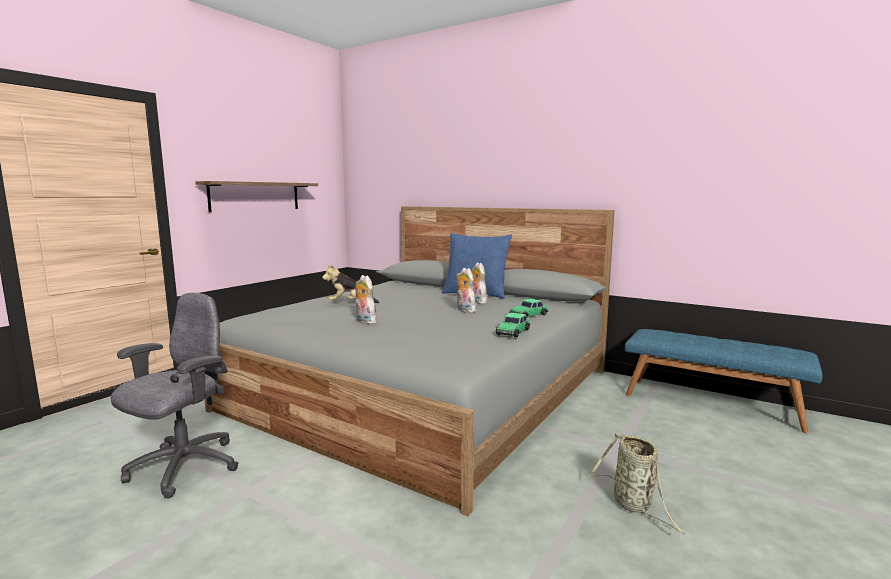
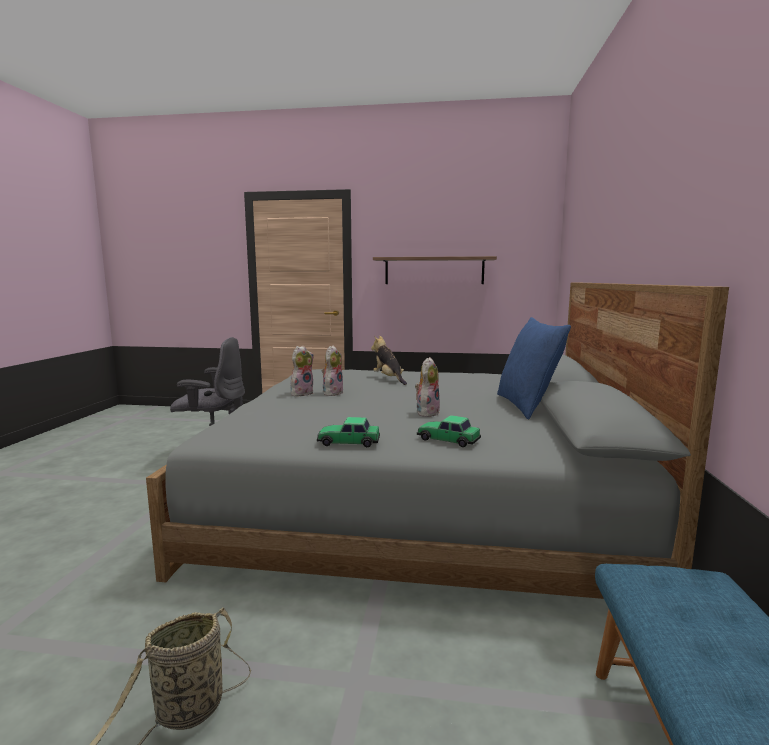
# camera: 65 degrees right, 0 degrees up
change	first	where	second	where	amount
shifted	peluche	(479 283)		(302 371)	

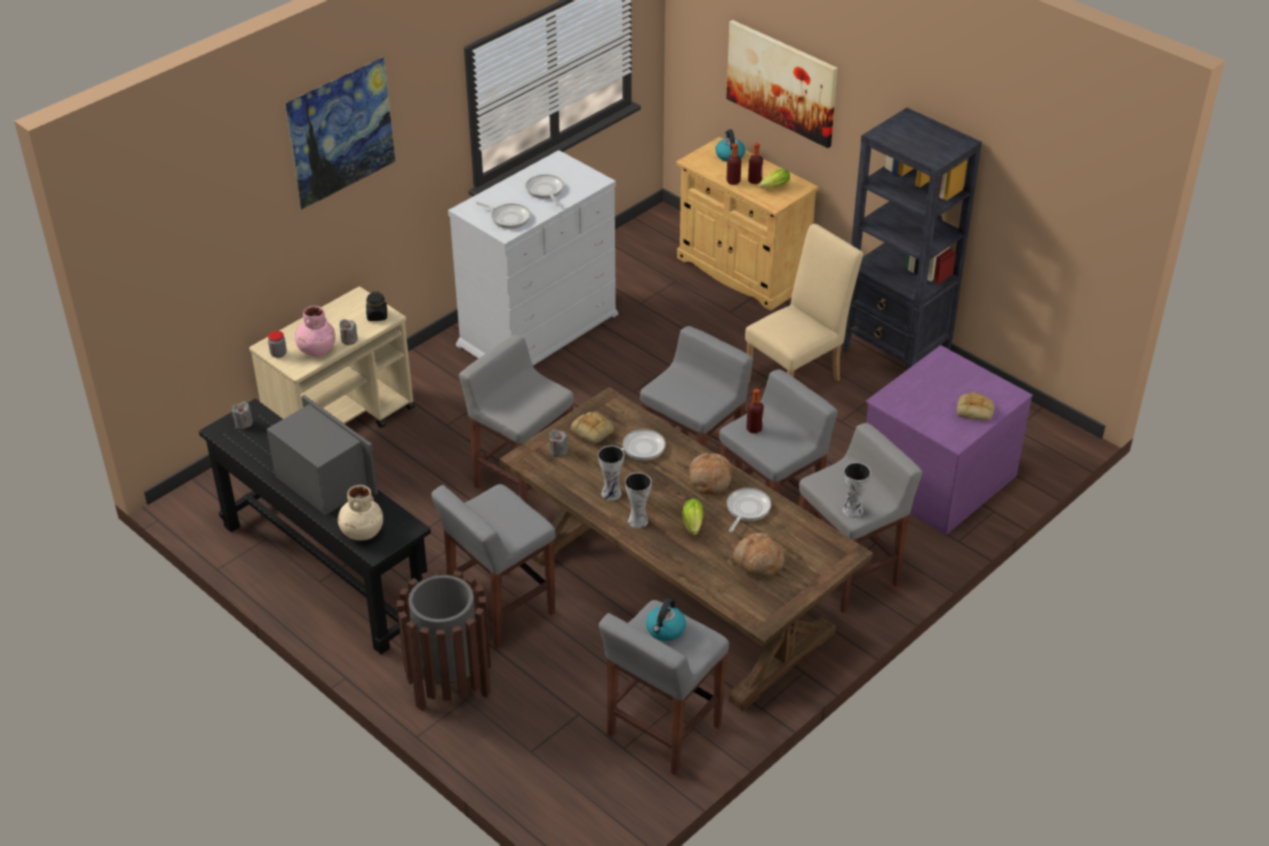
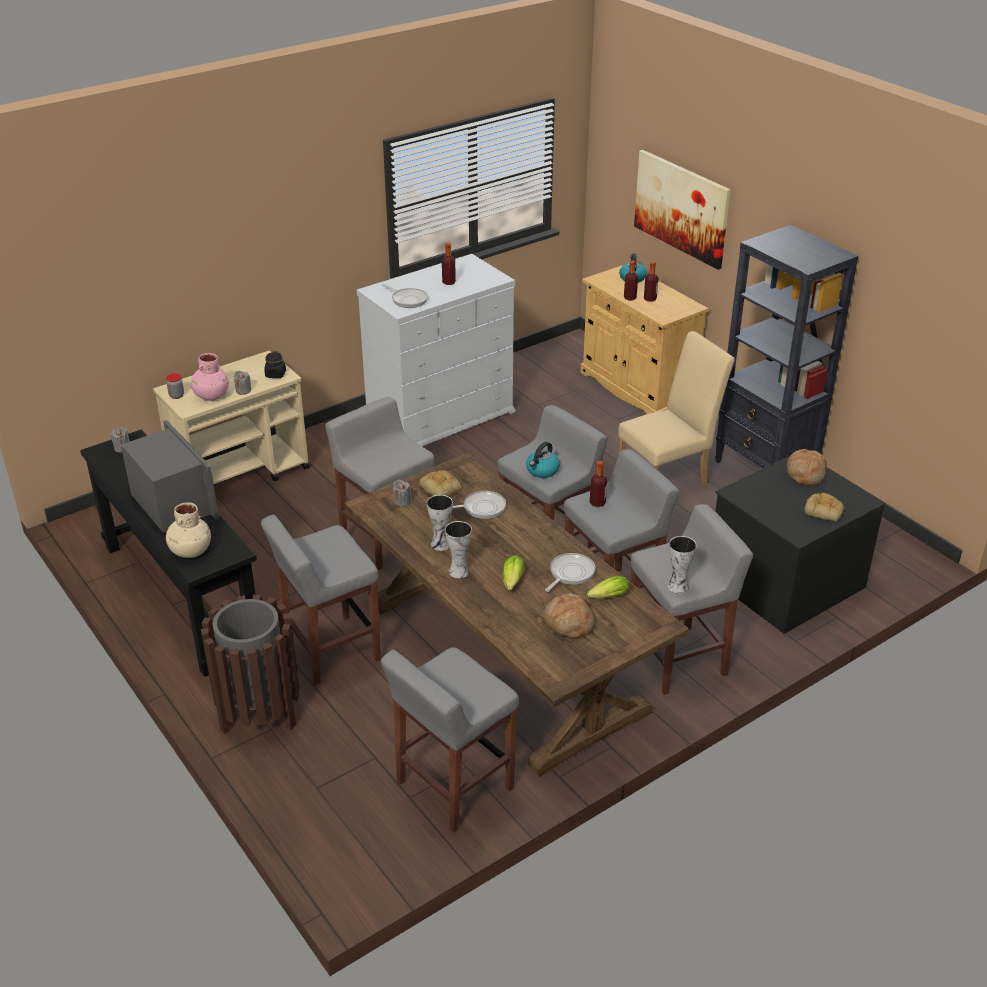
# camera: 10 degrees right, 5 degrees down
change	first	where	second	where	amount
swapped	poêle	(545 190)	bouteille	(449 264)	
shifted	bouilloire	(666 619)		(543 460)	
shifted	laitue	(774 178)		(608 587)	
repainted	commode/violet	(949 440)	commode/noir	(800 545)	
shifted	pain	(710 474)		(807 467)	
gone	tableau	(340 133)			

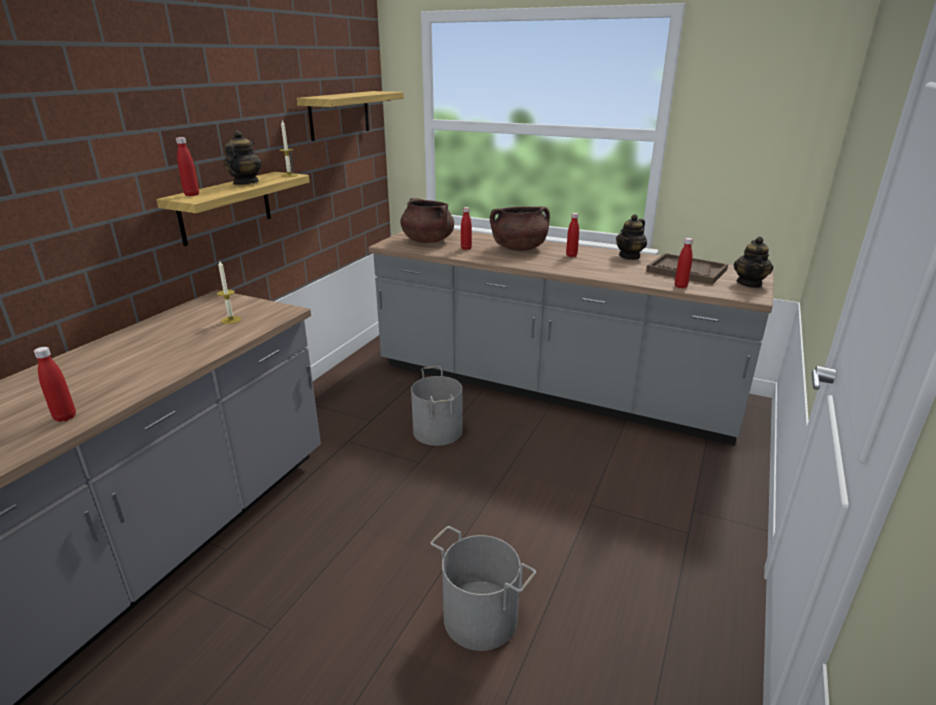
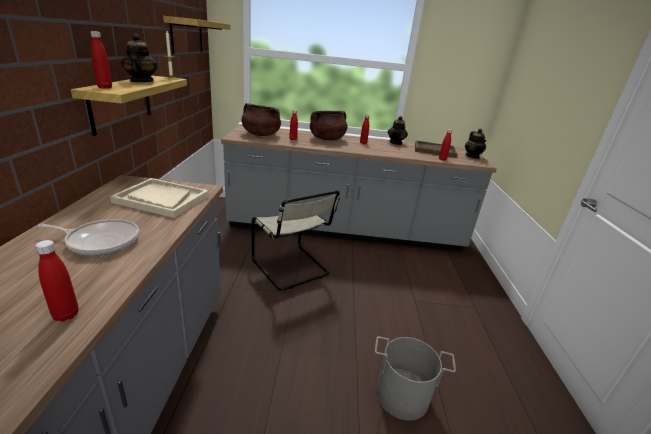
# camera: 25 degrees left, 0 degrees up
change	first	where	second	where	amount
new			poêle	(88 237)	
swapped	bougie	(229 292)	plateau/beige	(159 198)	
swapped	seau/gris	(437 406)	chaise/beige	(296 240)	

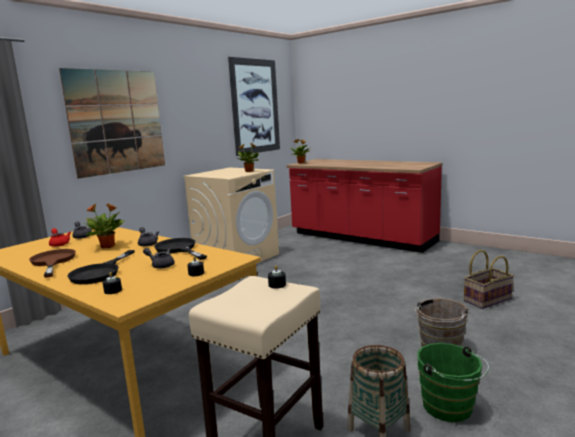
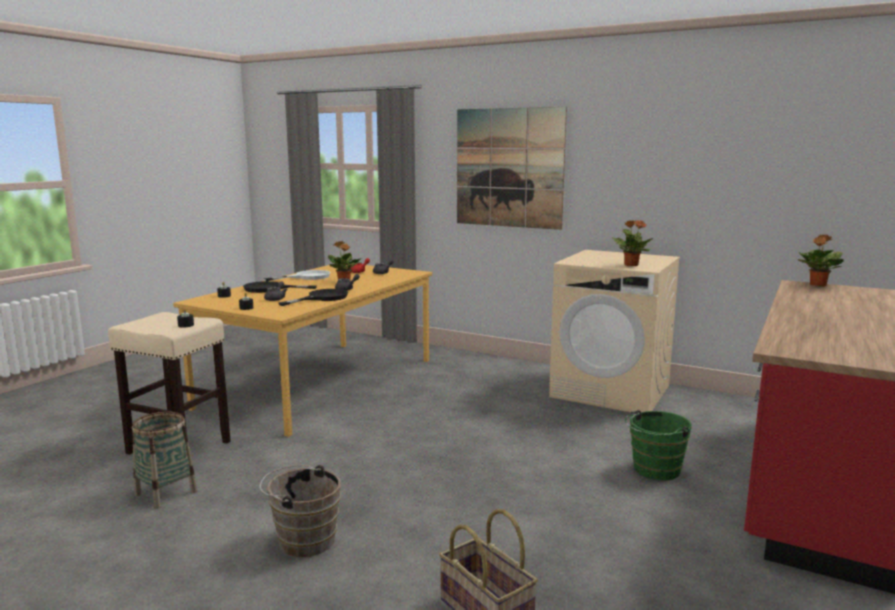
# camera: 80 degrees right, 0 degrees up
change	first	where	second	where	amount
repainted	poêle/marron	(52 263)	poêle/blanc	(297 275)	
shifted	seau/vert	(453 382)		(658 445)	
gone	tableau	(254 106)			

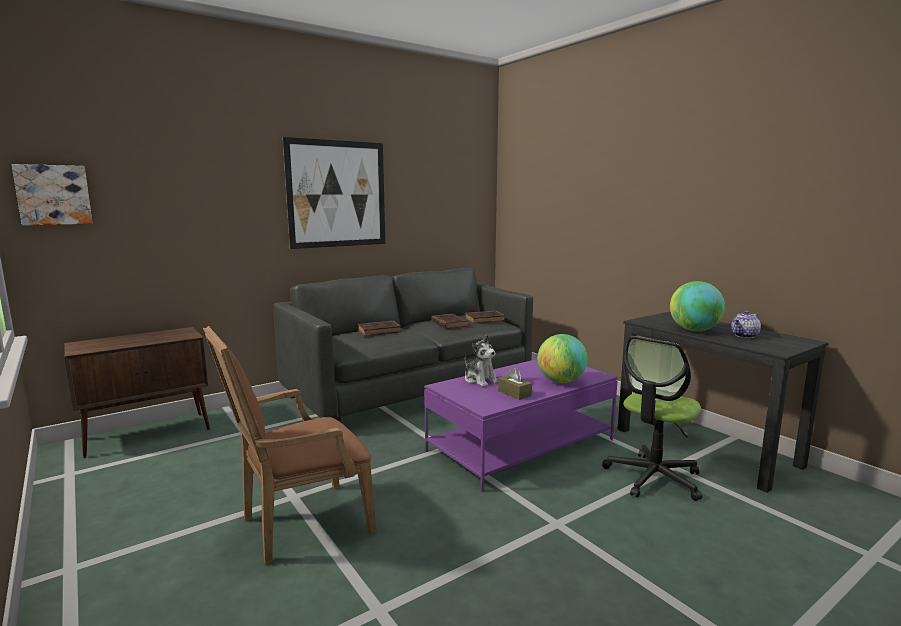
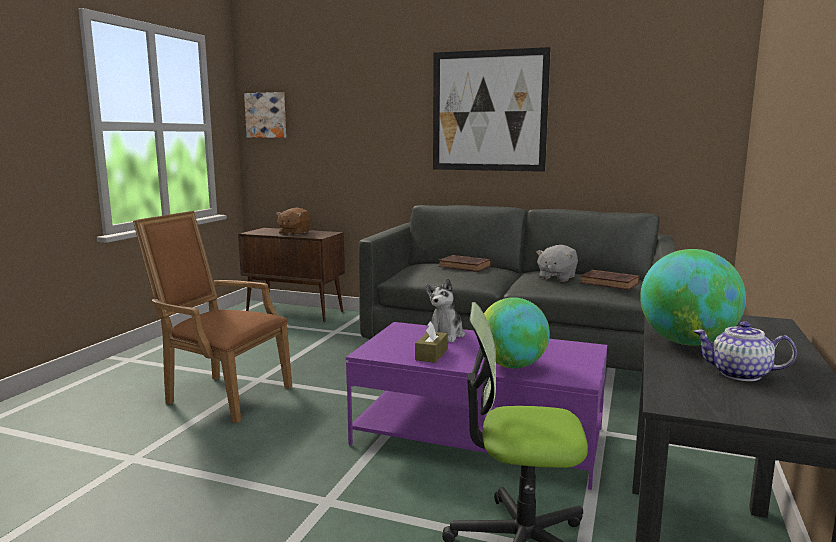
# camera: 55 degrees right, 0 degrees up
change	first	where	second	where	amount
new			peluche/marron	(293 221)	
swapped	livre/marron	(449 321)	peluche/gris	(557 263)	

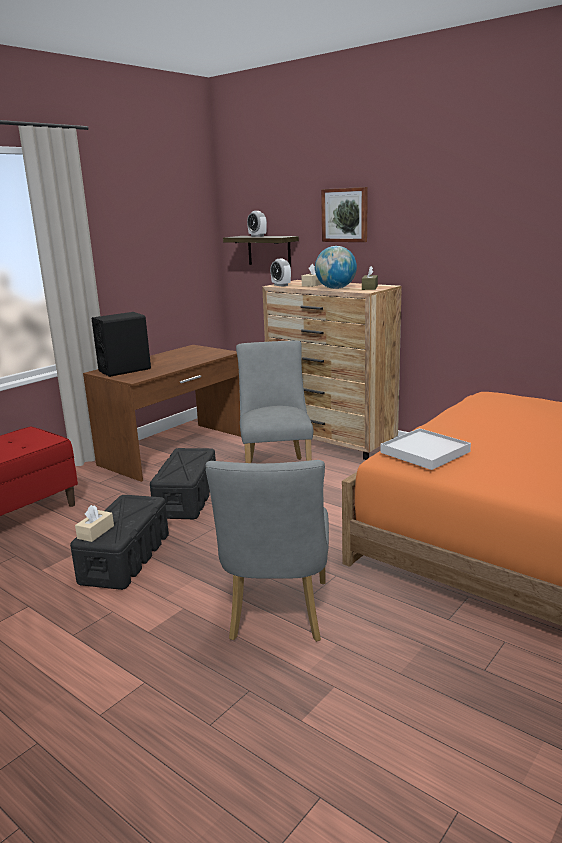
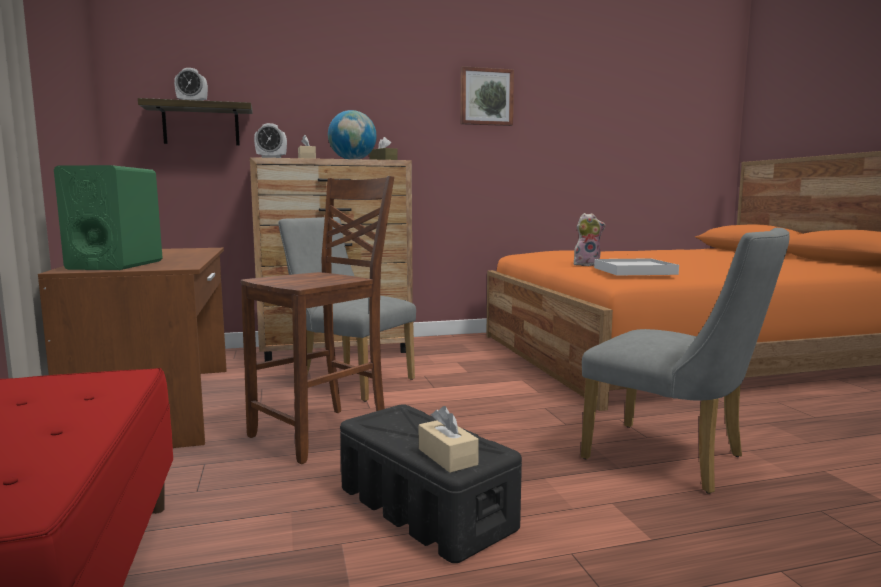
# camera: 55 degrees left, 10 degrees down
change	first	where	second	where	amount
repainted	enceinte/noir	(121 344)	enceinte/vert	(108 217)	
swapped	boîte de rangement/noir	(183 483)	chaise/marron	(317 320)	
shifted	tableau	(344 214)		(487 96)	
new			peluche	(590 239)	

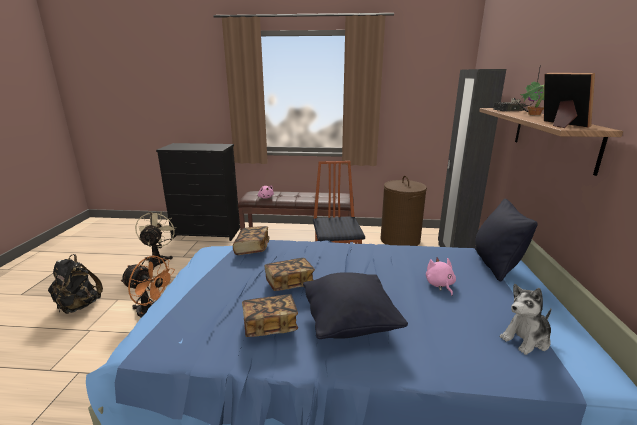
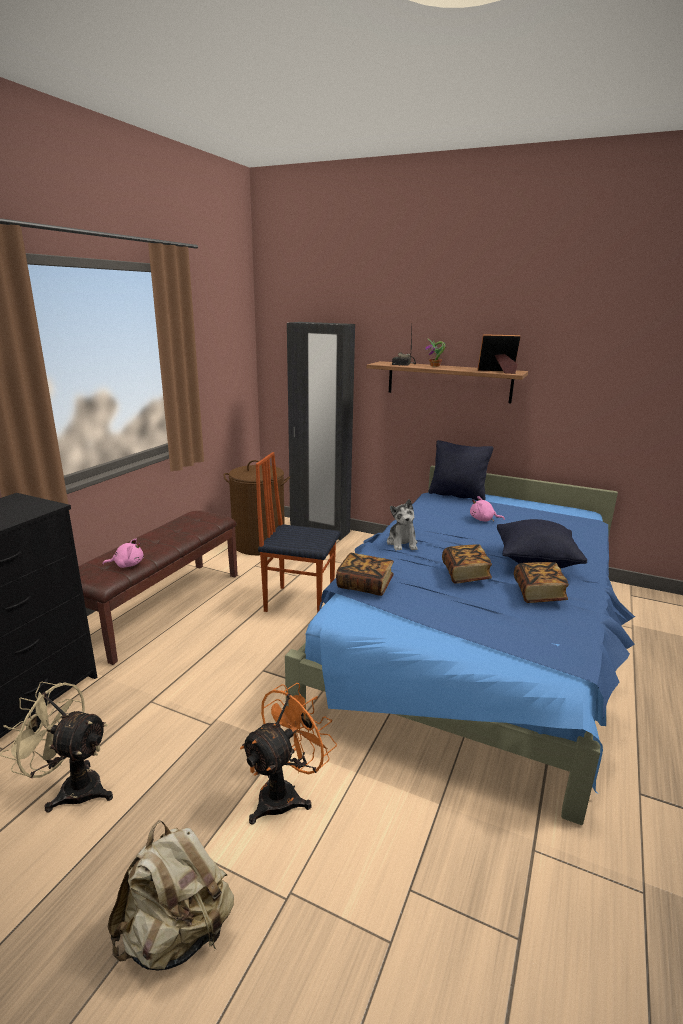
# camera: 70 degrees left, 0 degrees up
change	first	where	second	where	amount
repainted	sac à dos/noir	(75 284)	sac à dos/beige	(171 895)	
shifted	peluche	(525 319)		(402 525)	

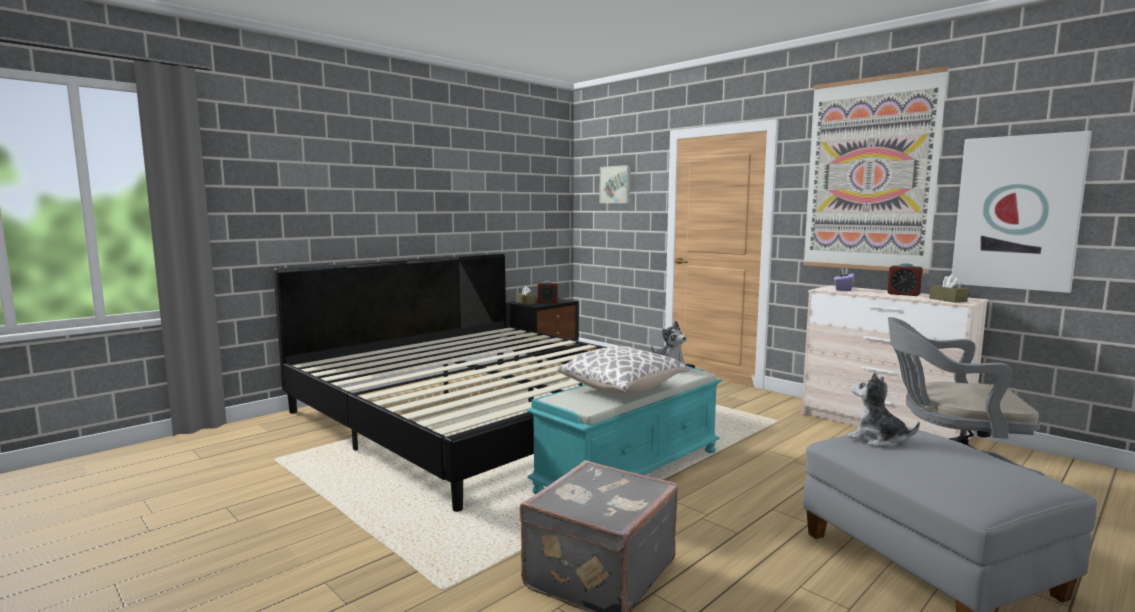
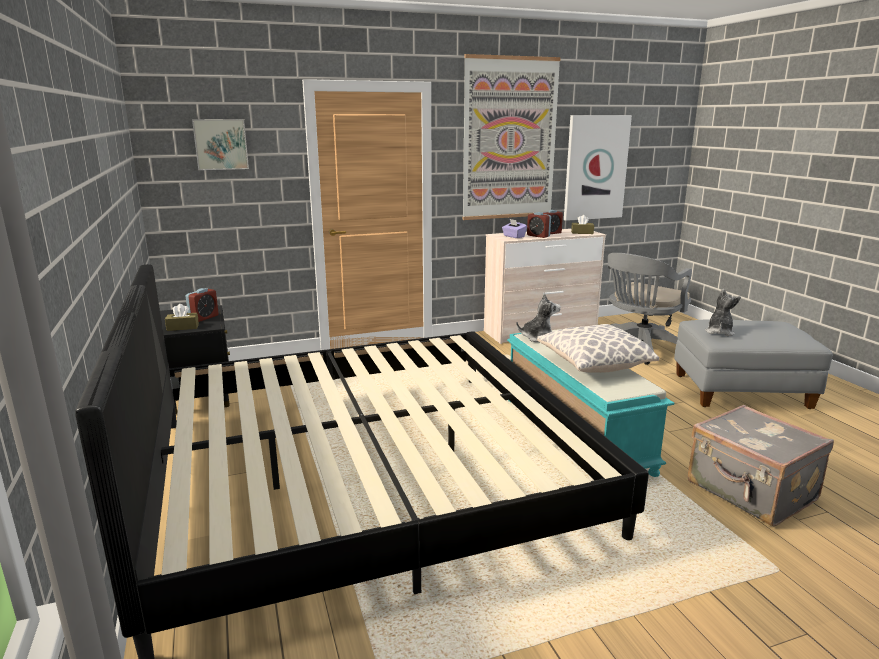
# camera: 65 degrees left, 10 degrees up
change	first	where	second	where	amount
new			réveil	(539 225)	
rotated	peluche	(883 410)		(723 312)	135 degrees clockwise

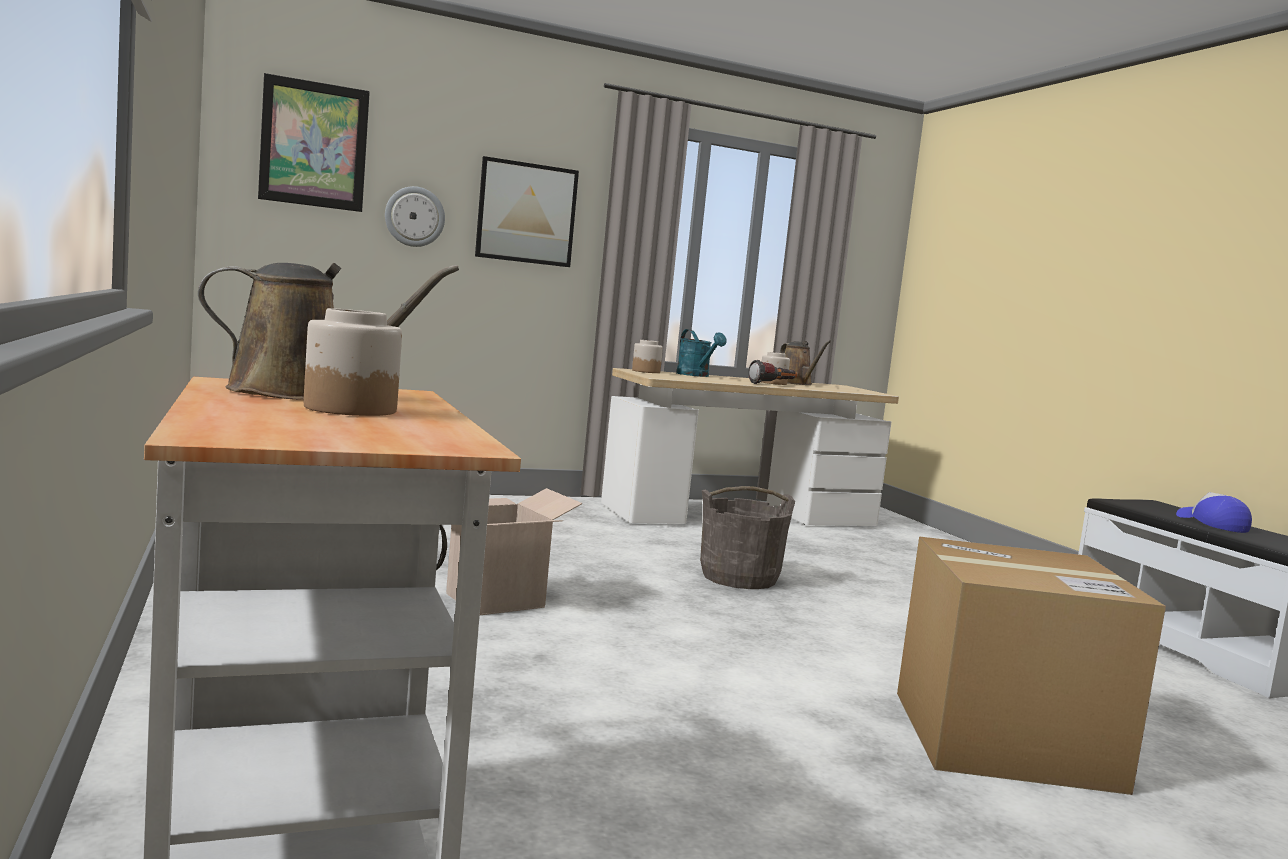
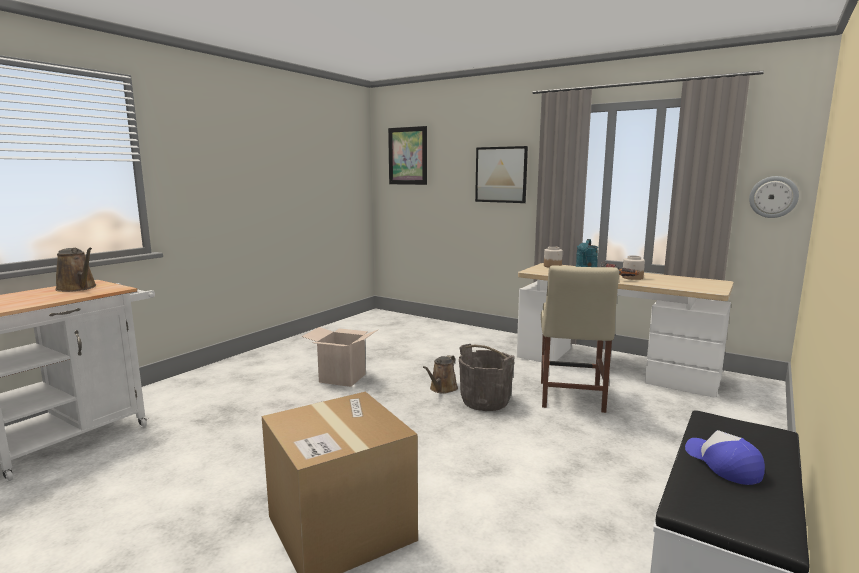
# camera: 55 degrees right, 5 degrees up
change	first	where	second	where	amount
shifted	arrosoir/marron	(805 362)		(440 374)	
new			chaise/beige	(580 339)	
rotated	casquette	(1214 512)		(725 457)	60 degrees counterclockwise
shifted	horloge murale	(415 216)		(774 197)	
gone	bocal	(353 362)			

